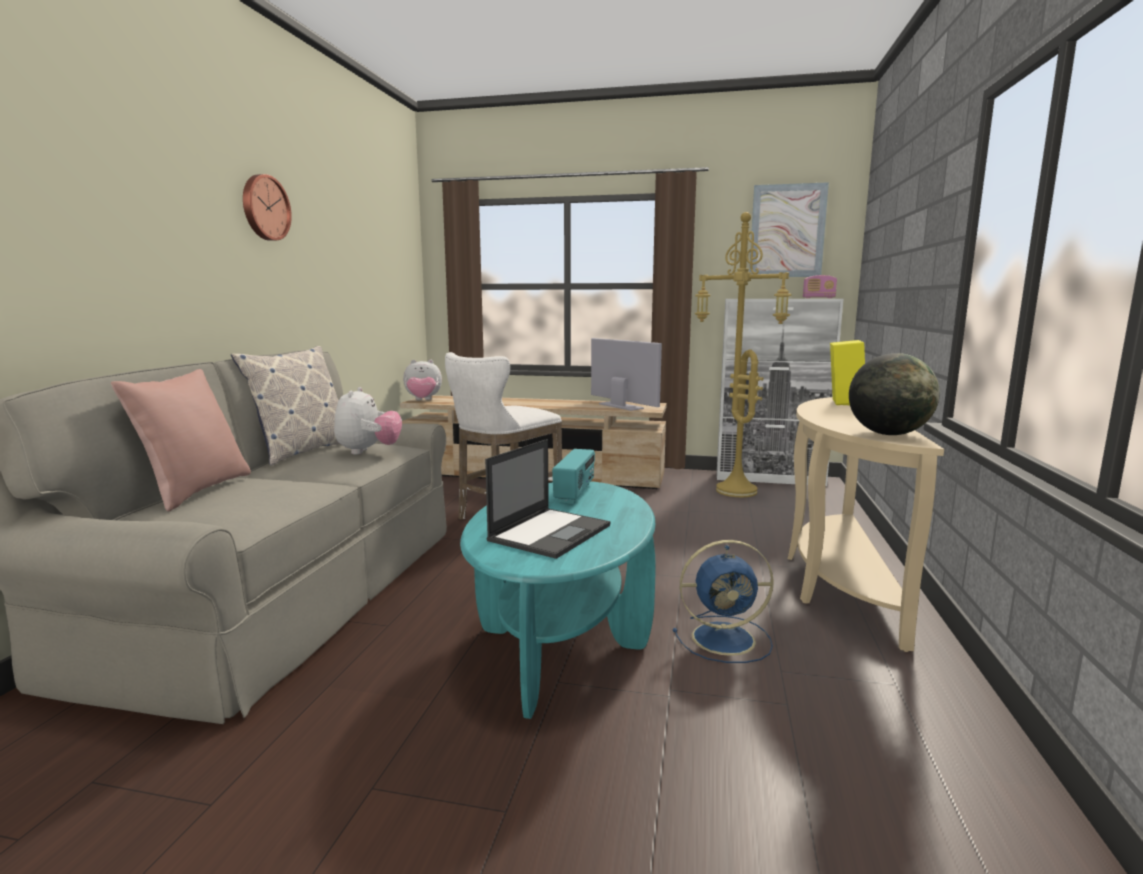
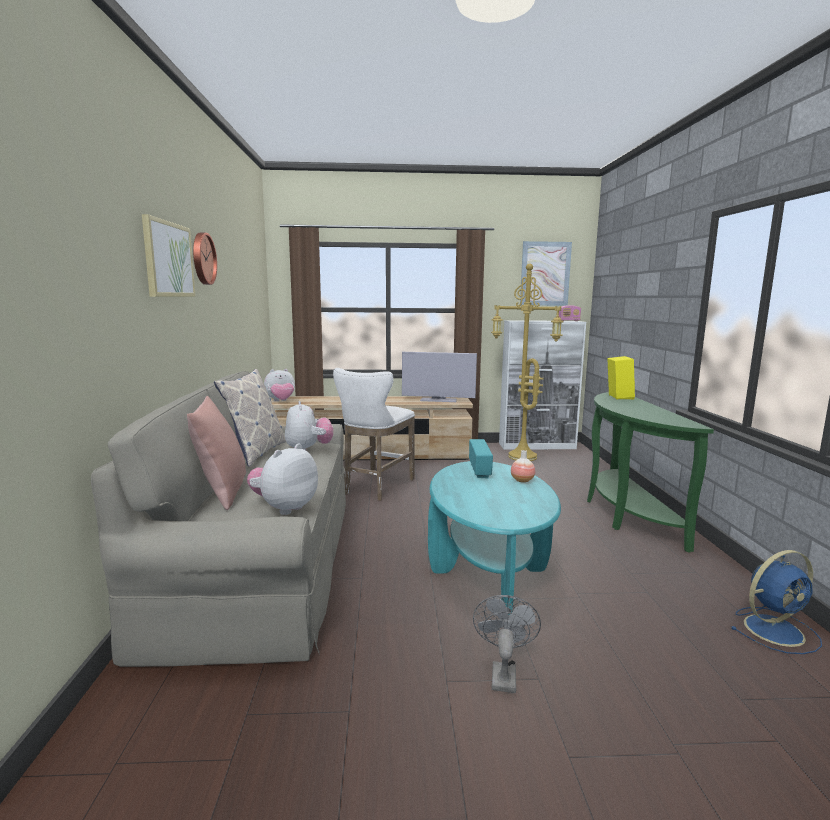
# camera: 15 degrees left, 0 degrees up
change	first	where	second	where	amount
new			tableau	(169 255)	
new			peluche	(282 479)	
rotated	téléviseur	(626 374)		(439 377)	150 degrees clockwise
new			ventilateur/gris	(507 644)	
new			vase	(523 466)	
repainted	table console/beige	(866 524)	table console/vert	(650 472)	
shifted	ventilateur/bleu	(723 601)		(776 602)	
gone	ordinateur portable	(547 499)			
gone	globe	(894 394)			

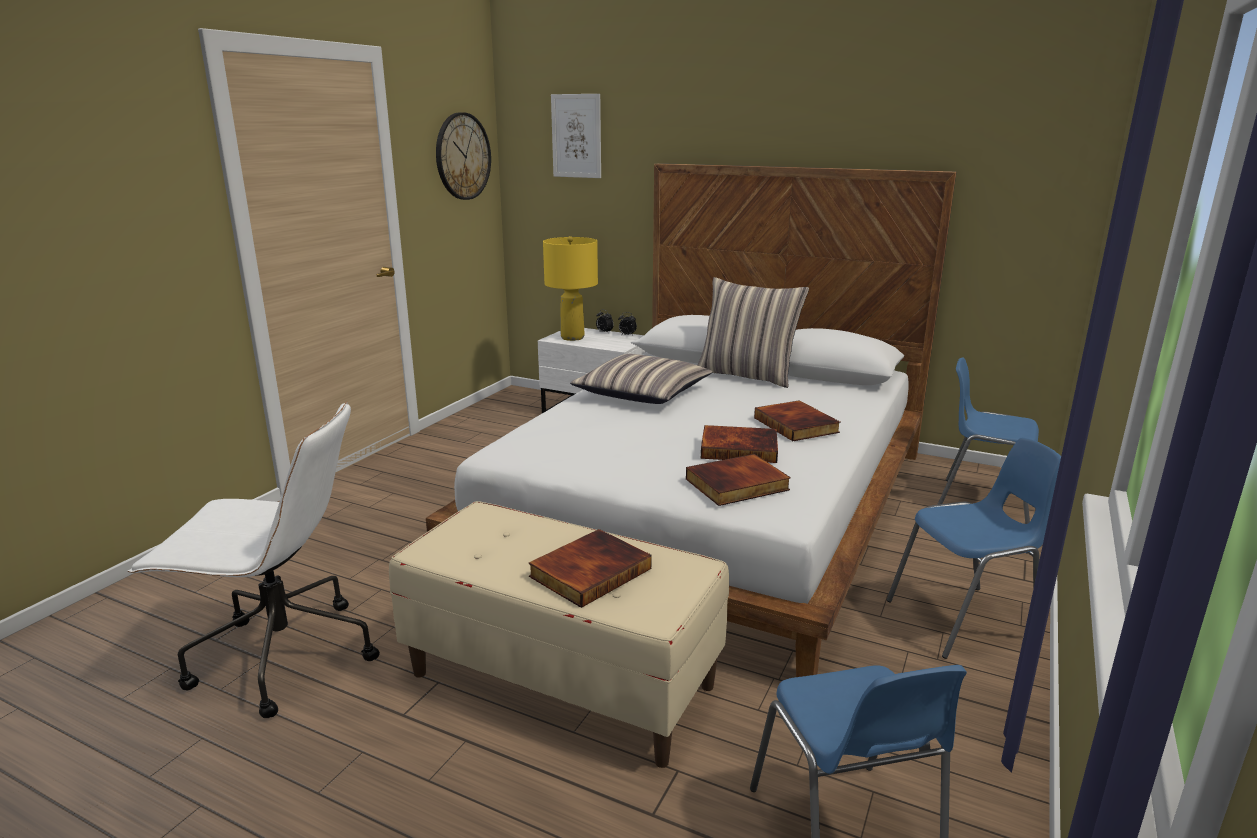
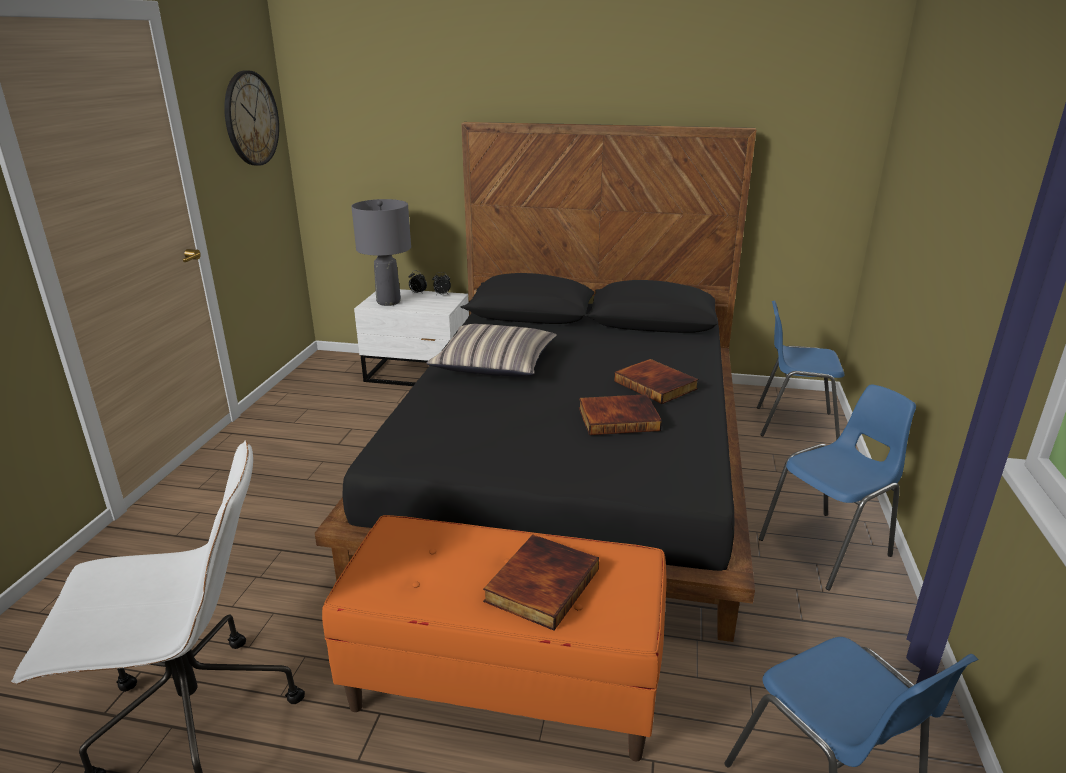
# camera: 15 degrees left, 5 degrees up
change	first	where	second	where	amount
repainted	lit/blanc	(691 420)	lit/noir	(535 382)	
repainted	banc/beige	(559 634)	banc/orange	(494 638)	
repainted	lampe de table/jaune	(570 288)	lampe de table/gris	(381 252)	
gone	tableau	(576 136)			
gone	livre	(738 480)			
gone	coussin	(753 332)			

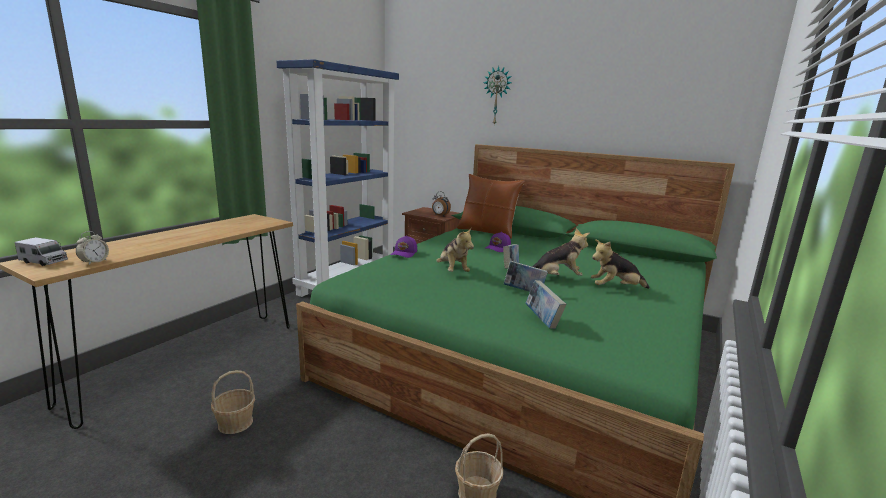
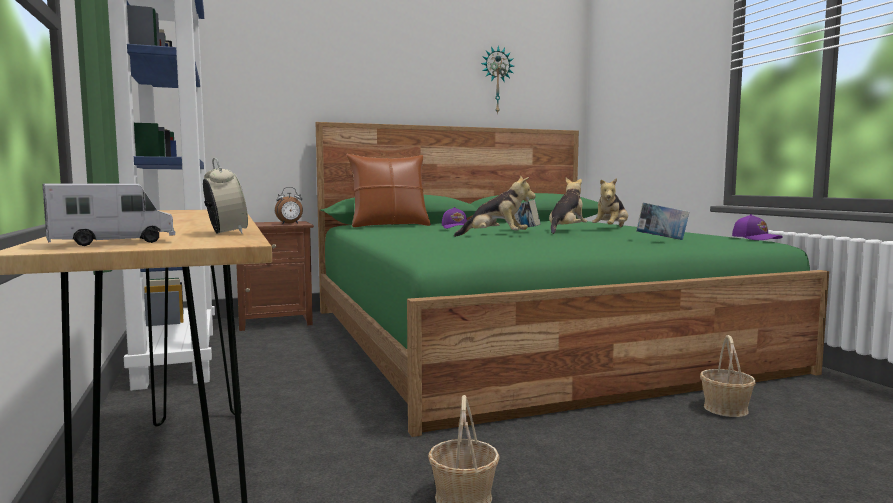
# camera: 50 degrees left, 10 degrees down
change	first	where	second	where	amount
shifted	horloge murale	(497 96)		(497 80)	
shifted	casquette/violet	(404 246)		(757 227)	
gone	livre	(526 276)			

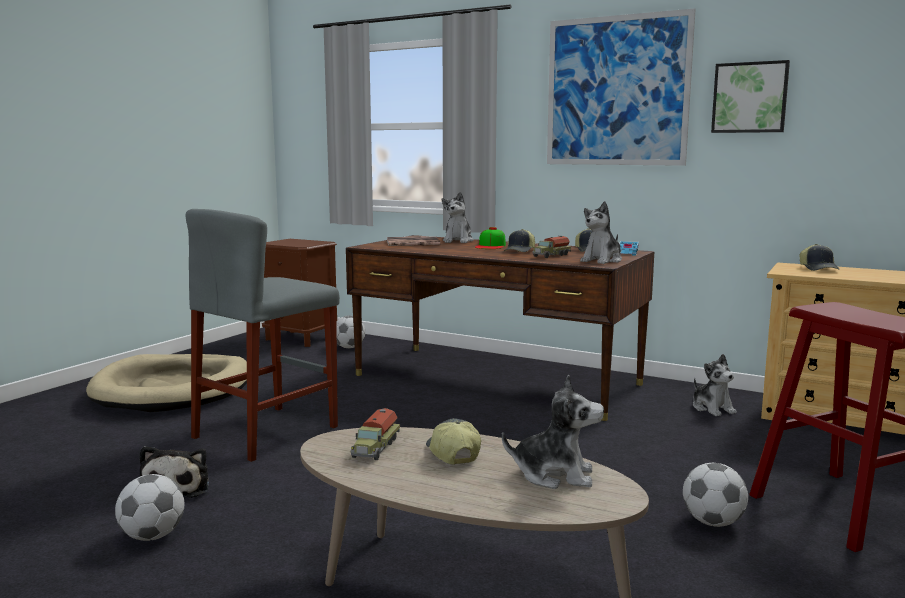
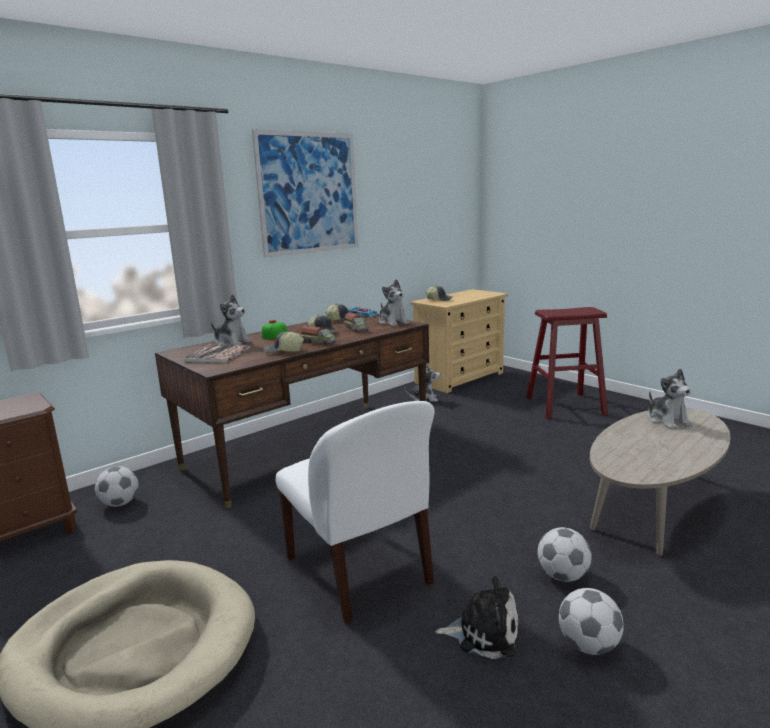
# camera: 70 degrees left, 5 degrees up
change	first	where	second	where	amount
shifted	casquette	(453 441)		(284 342)	
swapped	tabouret/gris	(263 335)	chaise/blanc	(355 513)	
shifted	camion jouet	(375 434)		(319 335)	
shifted	ballon de foot	(715 495)		(564 554)	
rotated	peluche	(553 432)		(670 398)	135 degrees clockwise
gone	tableau	(750 96)			

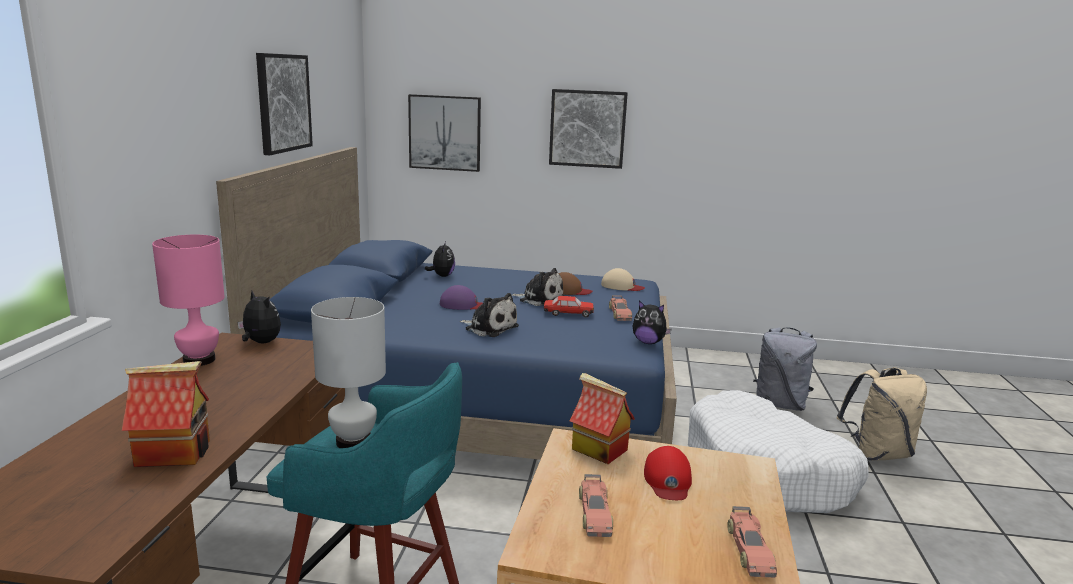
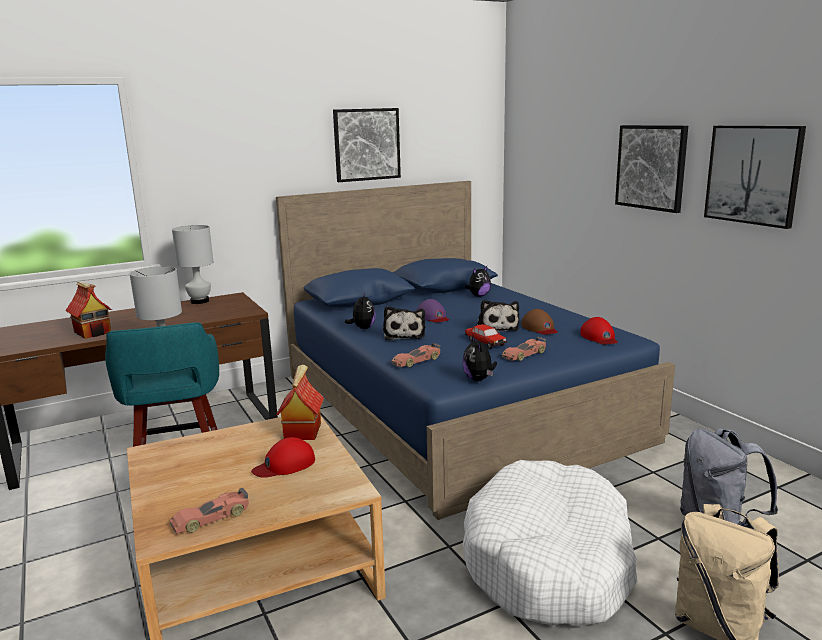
# camera: 55 degrees right, 0 degrees up
change	first	where	second	where	amount
repainted	lampe de table/rose	(188 300)	lampe de table/blanc	(192 264)	
shifted	peluche	(259 317)		(360 311)	
shifted	petite voiture	(596 505)		(416 355)	
repainted	casquette/beige	(623 279)	casquette/rouge	(599 330)	
shifted	tableau	(444 133)		(755 177)	

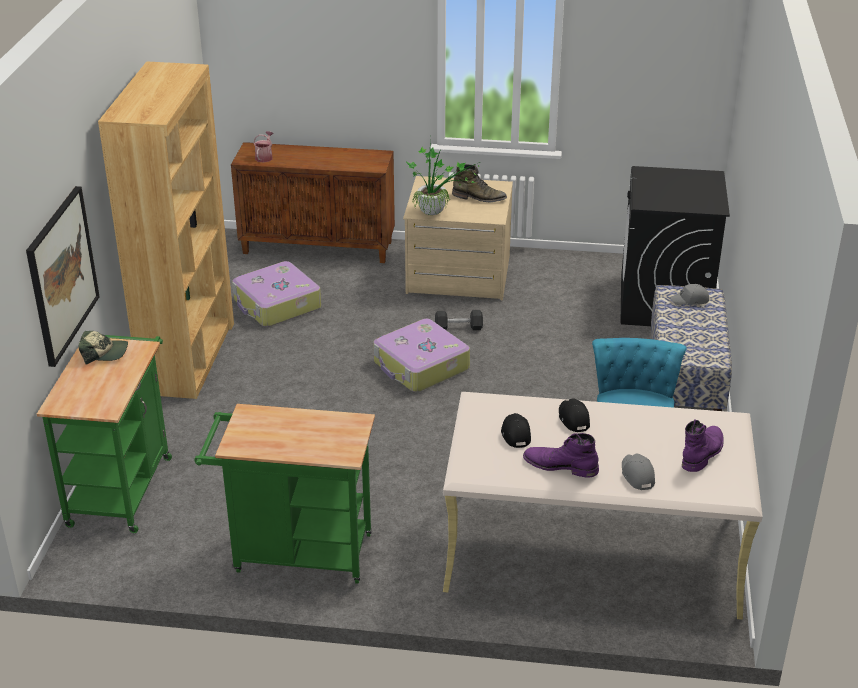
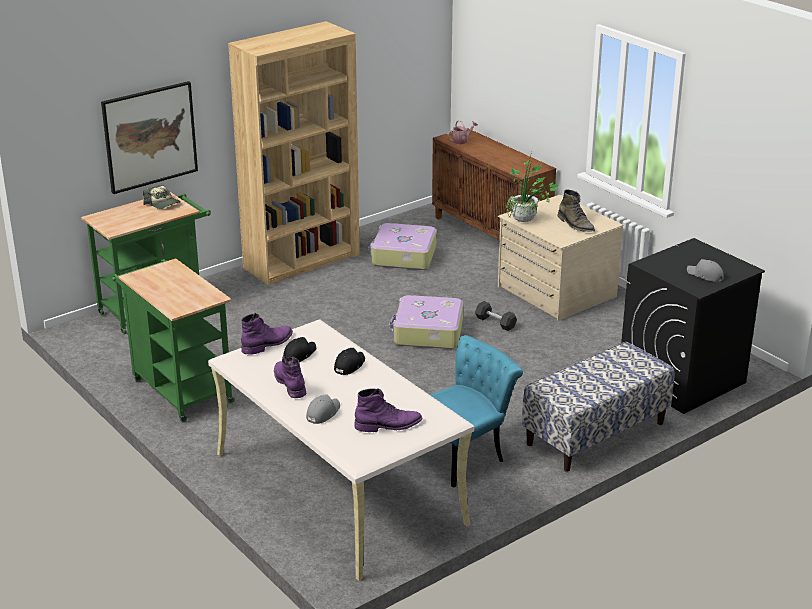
# camera: 45 degrees right, 5 degrees down
change	first	where	second	where	amount
new			botte/violet	(267 334)	
shifted	casquette/gris	(689 294)		(705 270)	

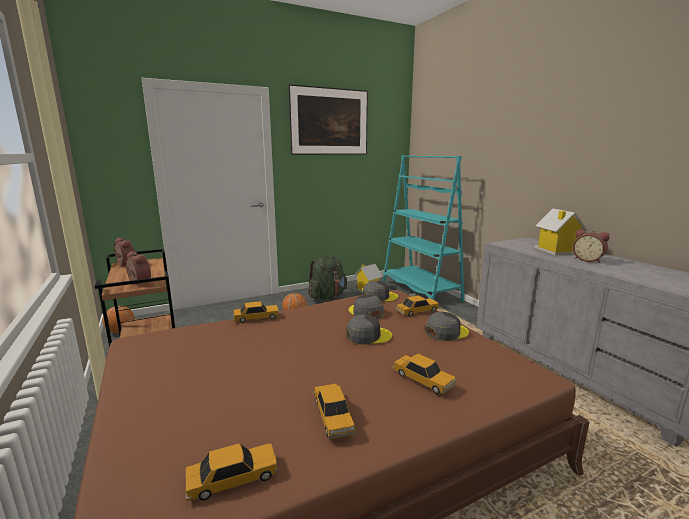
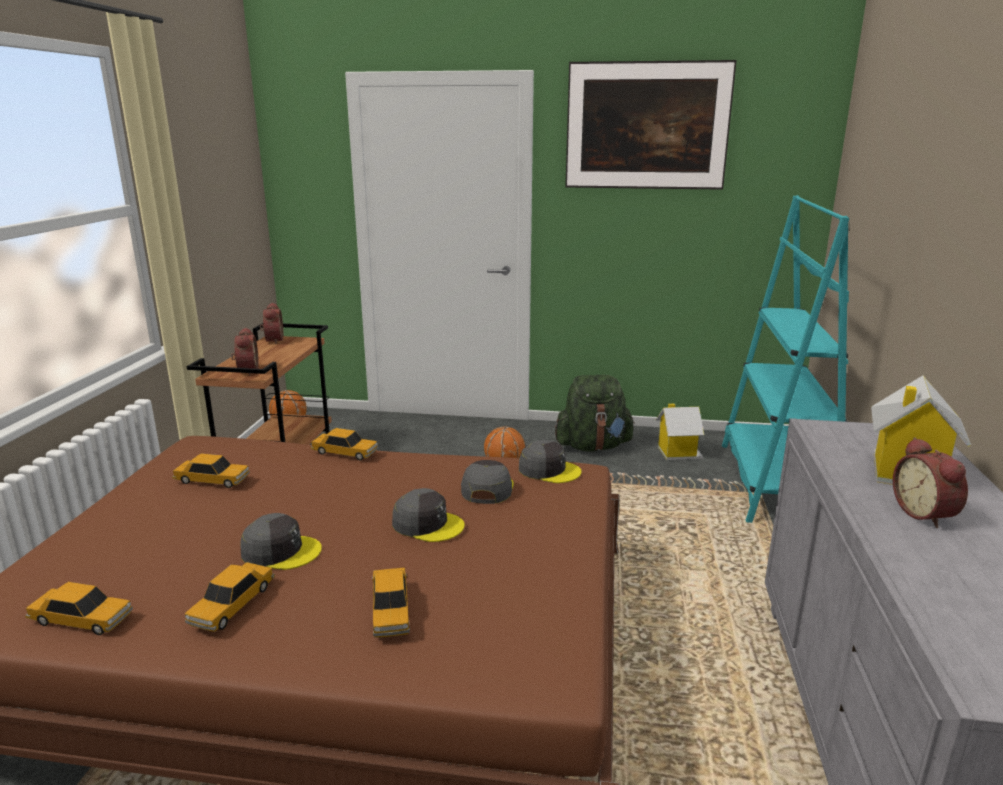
# camera: 35 degrees right, 5 degrees up
change	first	where	second	where	amount
shifted	petite voiture	(417 306)		(211 471)	
shifted	casquette/gris	(447 326)		(281 541)	

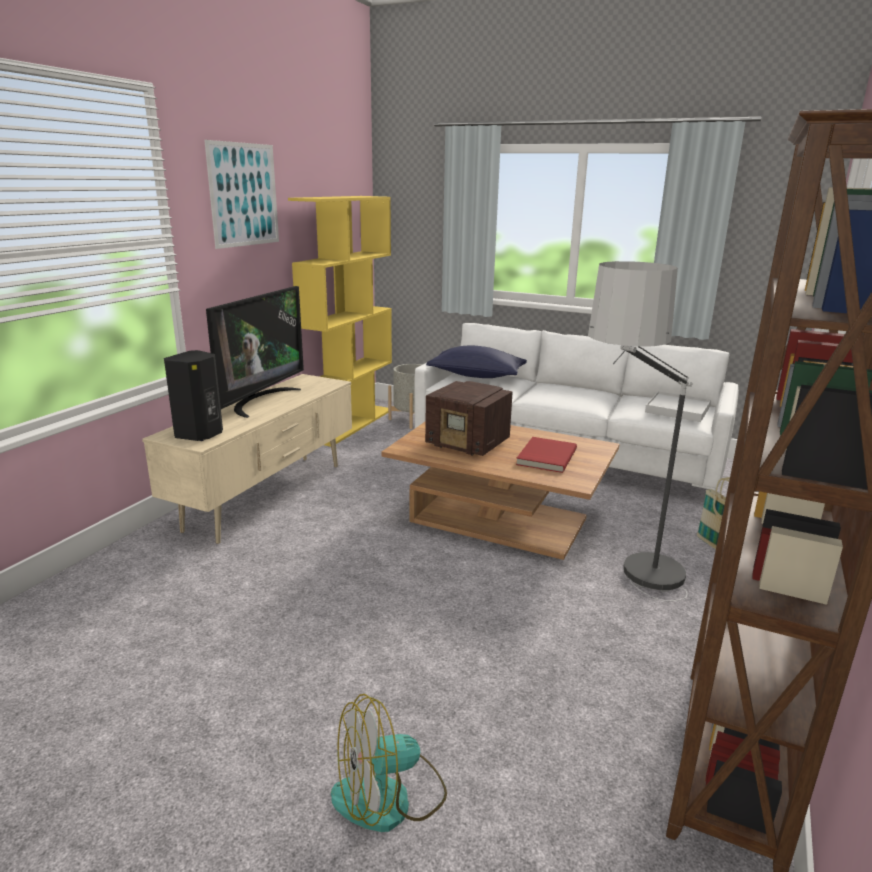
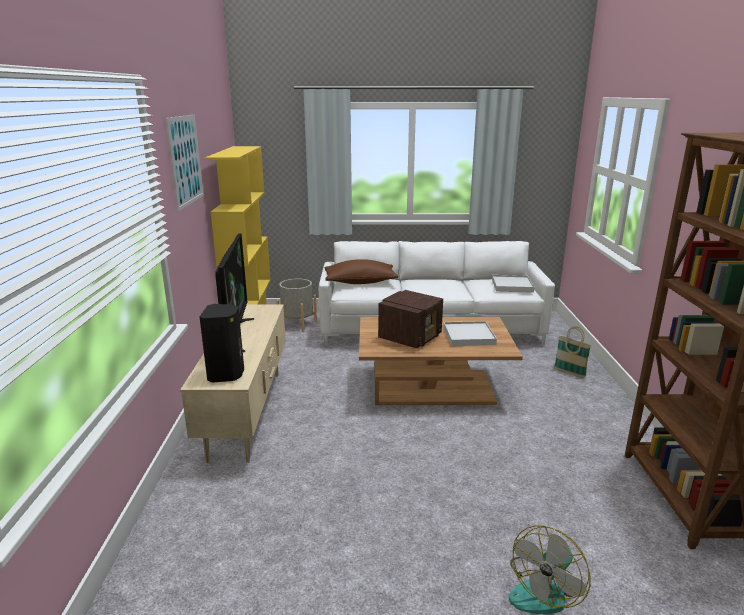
# camera: 25 degrees left, 0 degrees up
change	first	where	second	where	amount
repainted	coussin/bleu	(476 362)	coussin/marron	(361 271)	
rotated	radio	(469 418)		(410 319)	60 degrees counterclockwise
swapped	livre/rouge	(546 455)	plateau/blanc	(470 333)	
gone	lampadaire	(640 431)			

